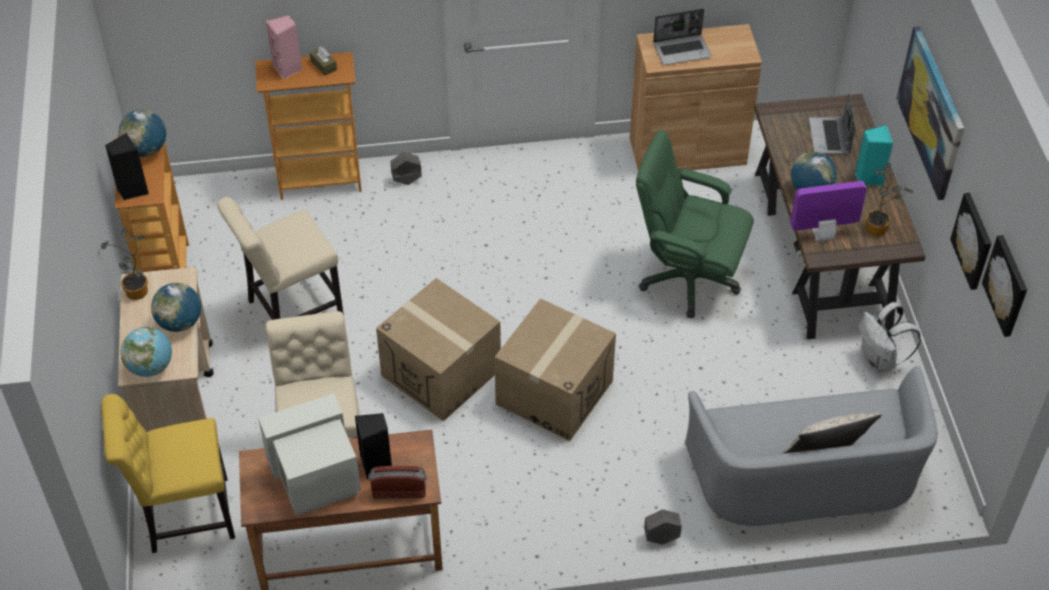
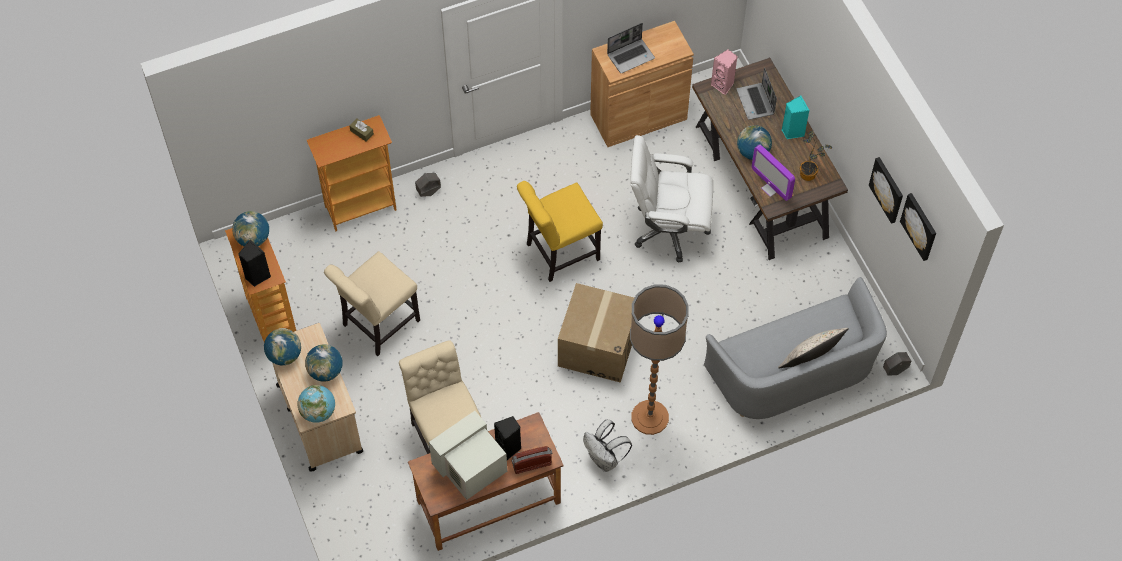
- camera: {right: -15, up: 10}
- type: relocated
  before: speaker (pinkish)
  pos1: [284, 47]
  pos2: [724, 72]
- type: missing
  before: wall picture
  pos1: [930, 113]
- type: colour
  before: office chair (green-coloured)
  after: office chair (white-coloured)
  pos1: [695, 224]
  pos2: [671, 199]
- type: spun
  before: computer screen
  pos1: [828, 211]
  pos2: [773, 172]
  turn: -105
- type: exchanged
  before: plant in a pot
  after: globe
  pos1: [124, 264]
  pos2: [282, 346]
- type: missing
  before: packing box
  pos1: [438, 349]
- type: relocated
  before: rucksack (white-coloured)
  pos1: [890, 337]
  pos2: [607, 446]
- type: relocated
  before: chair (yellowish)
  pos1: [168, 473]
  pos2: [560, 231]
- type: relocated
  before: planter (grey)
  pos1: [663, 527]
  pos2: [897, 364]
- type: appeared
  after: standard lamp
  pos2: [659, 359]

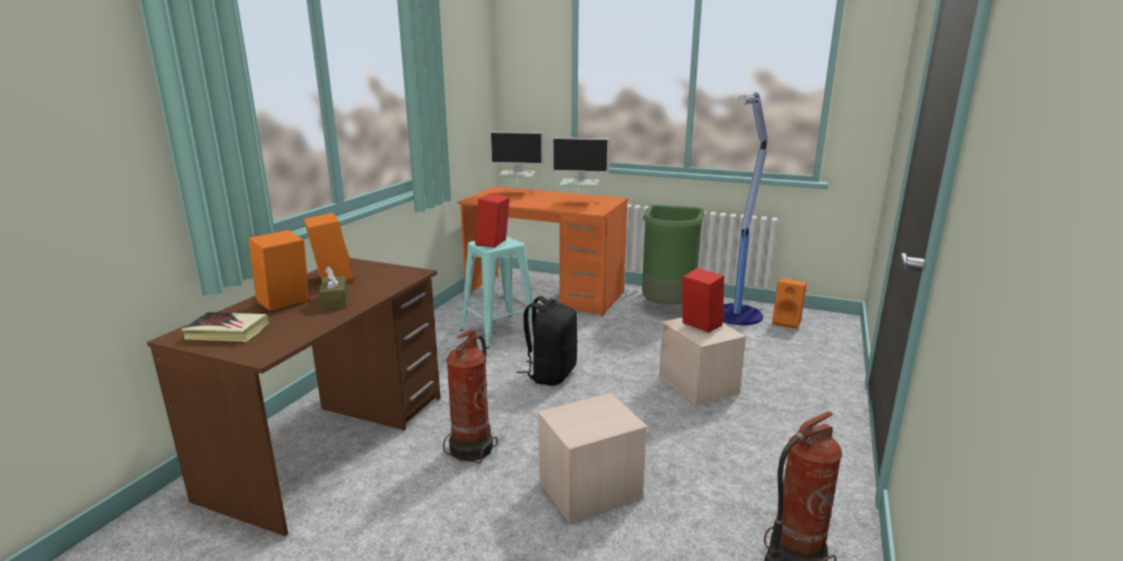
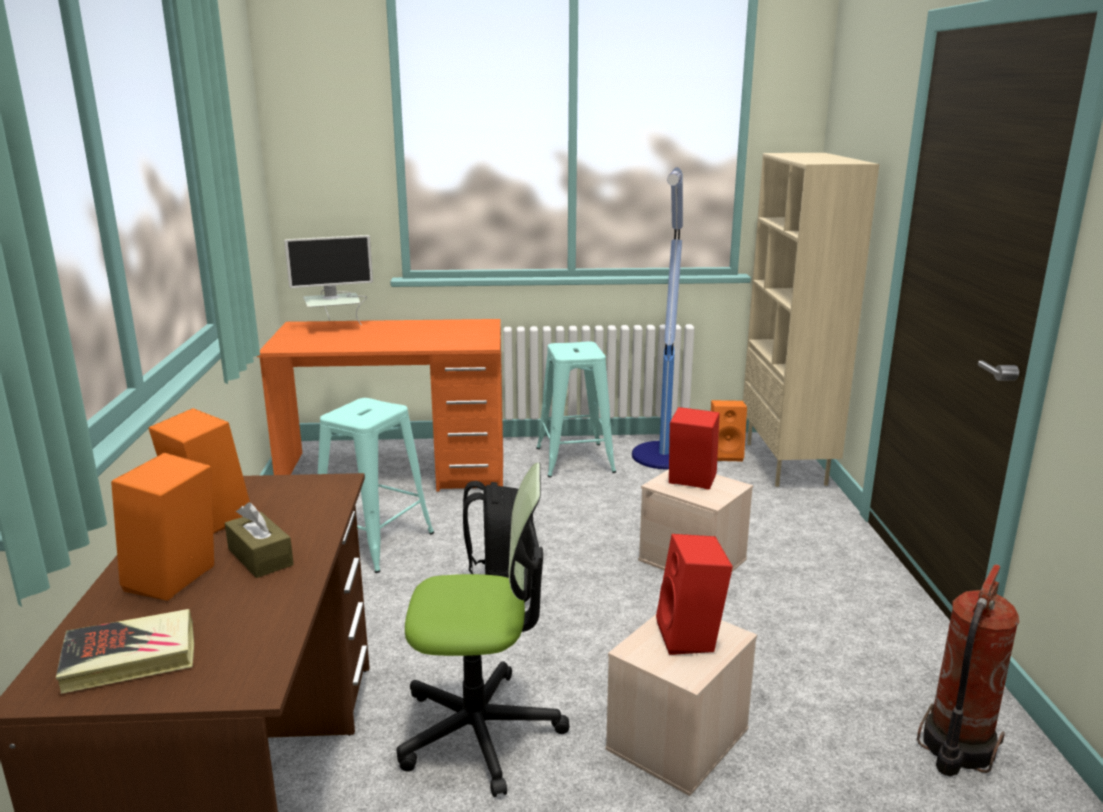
- camera: {right: -25, up: 0}
- type: missing
  before: computer screen
  pos1: [580, 170]
- type: relocated
  before: speaker (red-coloured)
  pos1: [492, 220]
  pos2: [694, 594]
- type: exchanged
  before: rubbish bin (green-coloured)
  after: sitting stool (blue-green)
  pos1: [673, 254]
  pos2: [576, 409]
- type: exchanged
  before: extinguisher
  after: office chair
  pos1: [470, 396]
  pos2: [483, 630]
- type: appeared
  after: bookcase (beige)
  pos2: [811, 320]

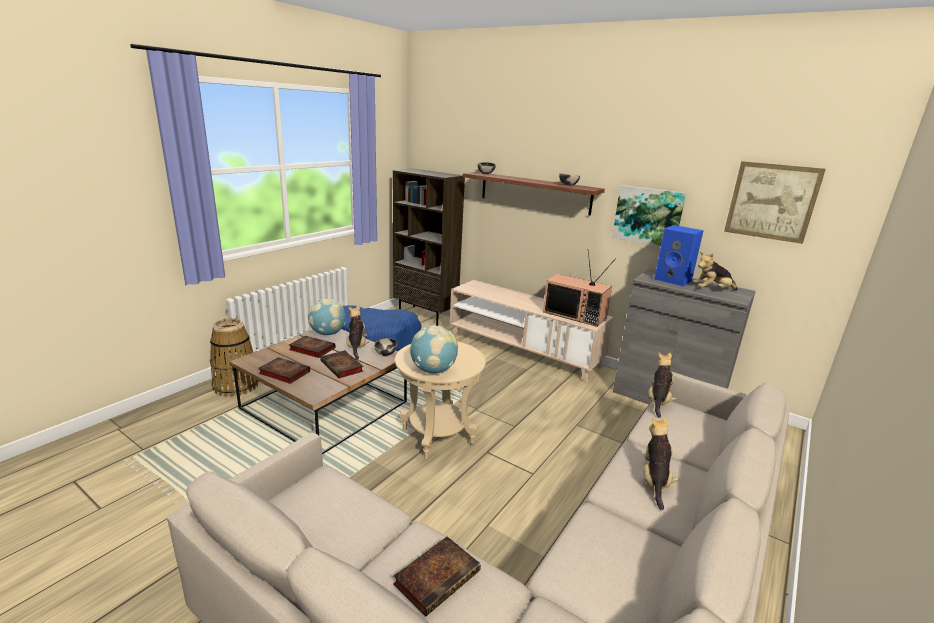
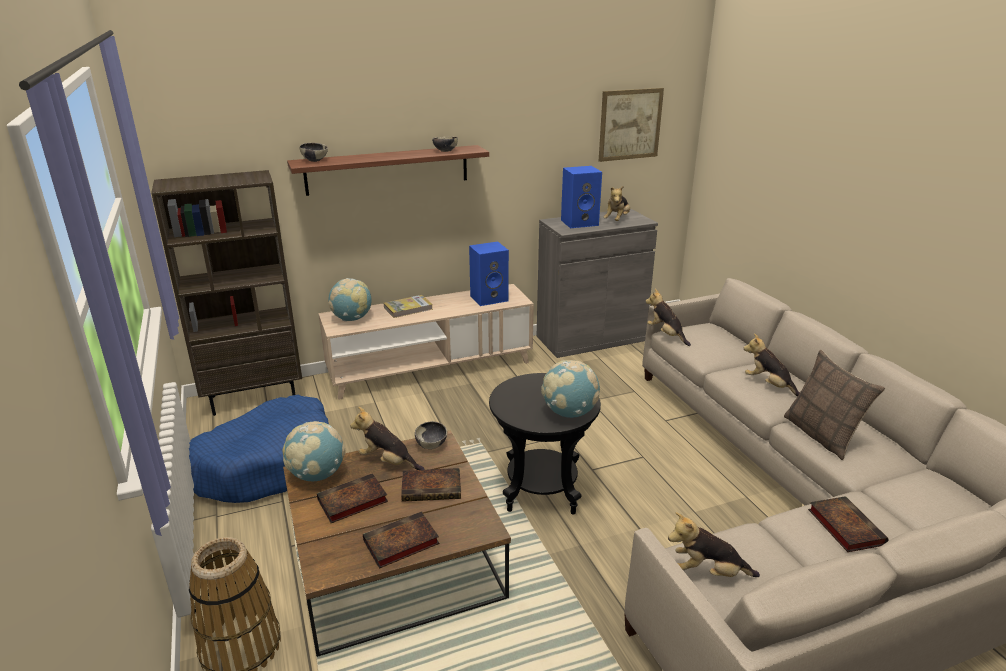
- camera: {right: -55, up: 5}
- type: missing
  before: wall picture
  pos1: [649, 215]
- type: exchanged
  before: television
  after: speaker (bluish)
  pos1: [579, 288]
  pos2: [489, 273]
- type: colour
  before: accent table (beige)
  after: accent table (black-coloured)
  pos1: [440, 400]
  pos2: [545, 444]
- type: appeared
  after: globe
  pos2: [350, 299]
- type: appeared
  after: book
  pos2: [408, 306]
- type: appeared
  after: pillow
  pos2: [834, 405]
- type: appeared
  after: soft toy
  pos2: [714, 544]

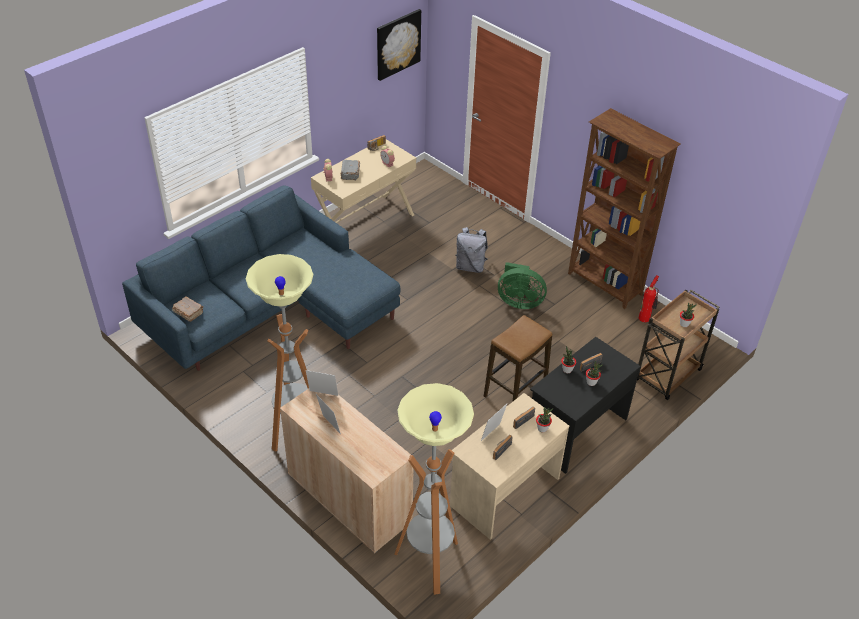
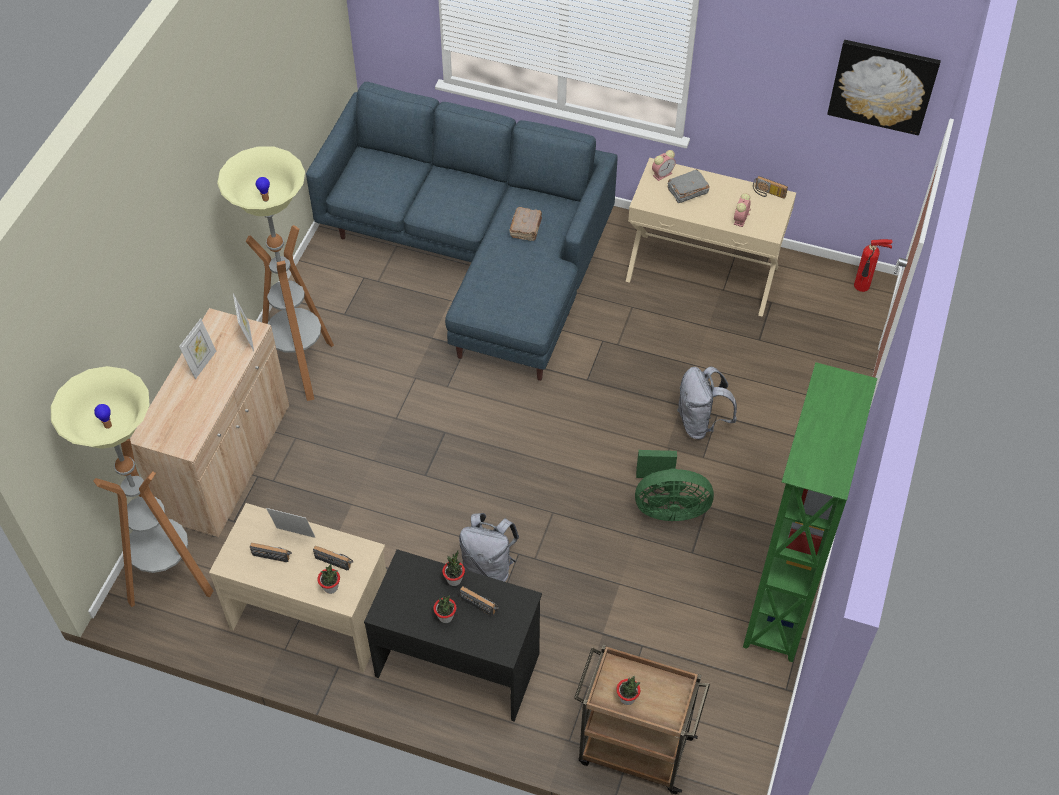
- camera: {right: 65, up: 10}
- type: colour
  before: bookcase (brownish)
  after: bookcase (green-coloured)
  pos1: [624, 208]
  pos2: [810, 512]
- type: spun
  before: fan (green-coloured)
  pos1: [522, 285]
  pos2: [674, 485]
  turn: -75
- type: relocated
  before: extinguisher
  pos1: [649, 298]
  pos2: [873, 265]
- type: relocated
  before: book (brownish)
  pos1: [188, 309]
  pos2: [526, 224]
- type: exchanged
  before: sitting stool
  after: rucksack (grey)
  pos1: [518, 358]
  pos2: [489, 547]

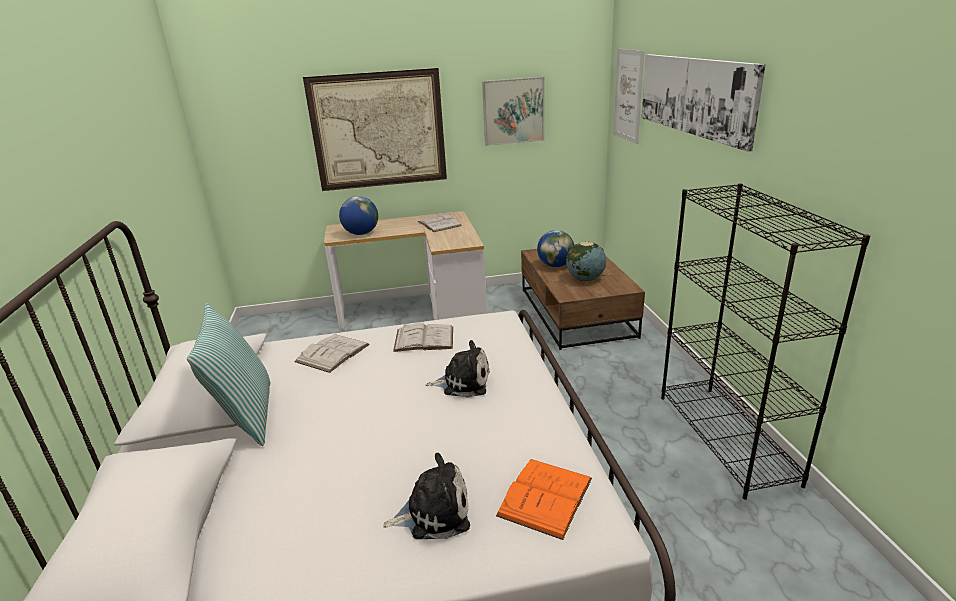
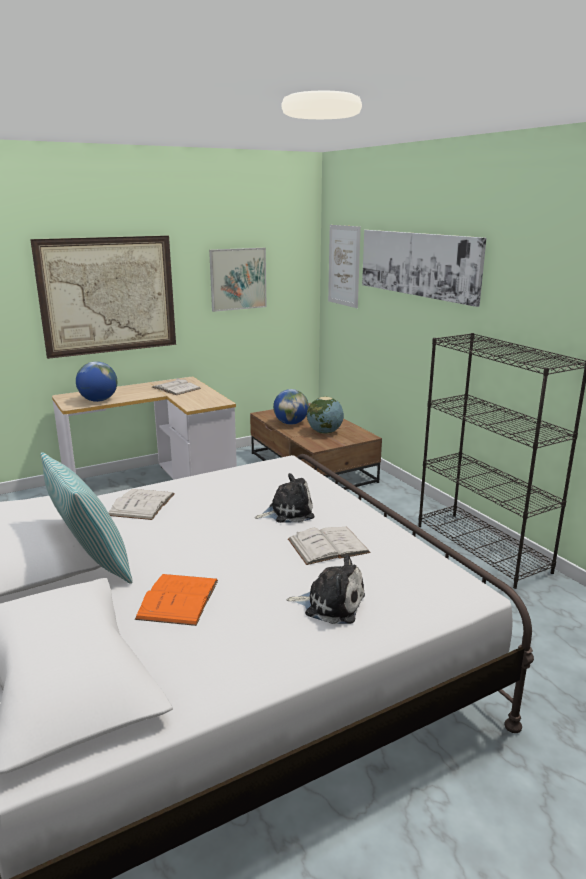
- camera: {right: -20, up: -5}
- type: relocated
  before: book (white-coloured)
  pos1: [423, 337]
  pos2: [329, 546]
- type: spun
  before: soft toy
  pos1: [426, 496]
  pos2: [325, 589]
  turn: 45
- type: relocated
  before: book (orange-coloured)
  pos1: [544, 499]
  pos2: [176, 600]

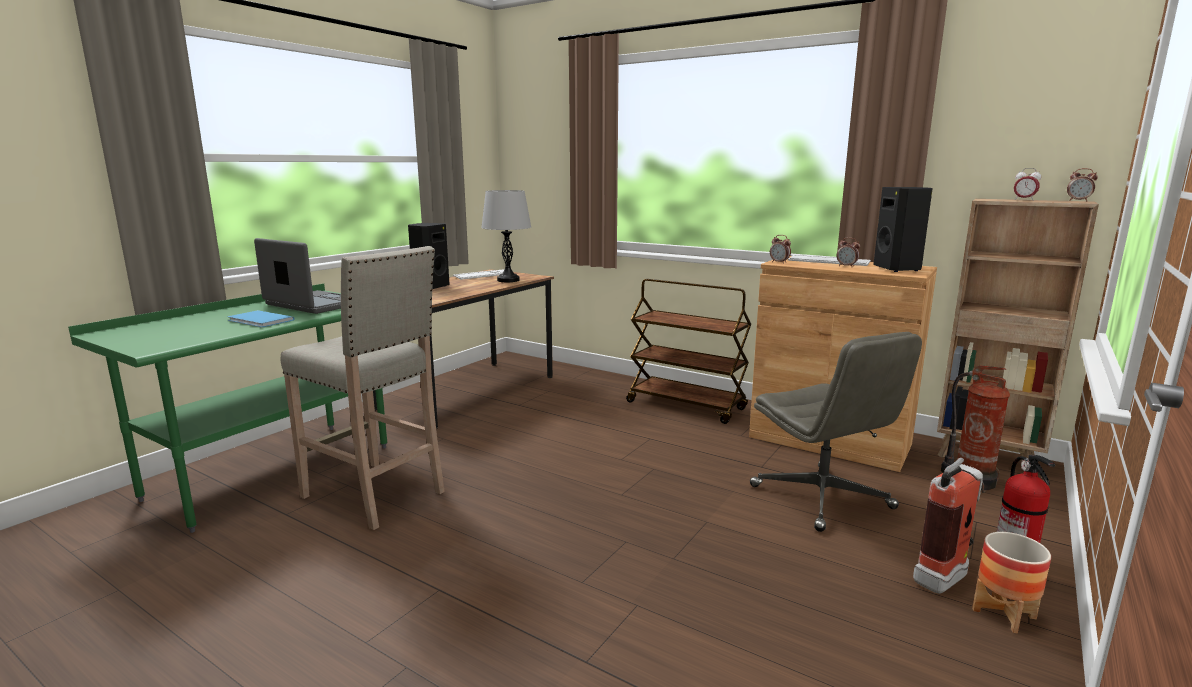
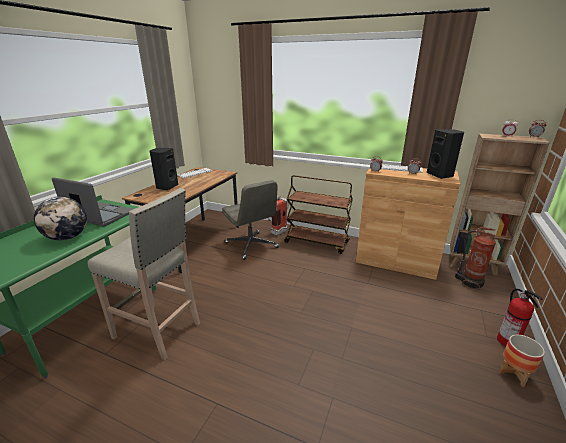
- camera: {right: -10, up: 10}
- type: missing
  before: tabletop lamp (grey)
  pos1: [506, 236]
- type: exchanged
  before: book (bluish)
  after: globe
  pos1: [261, 319]
  pos2: [60, 219]
- type: relocated
  before: office chair (grey)
  pos1: [836, 432]
  pos2: [250, 220]
- type: relocated
  before: extinguisher
  pos1: [948, 526]
  pos2: [281, 216]

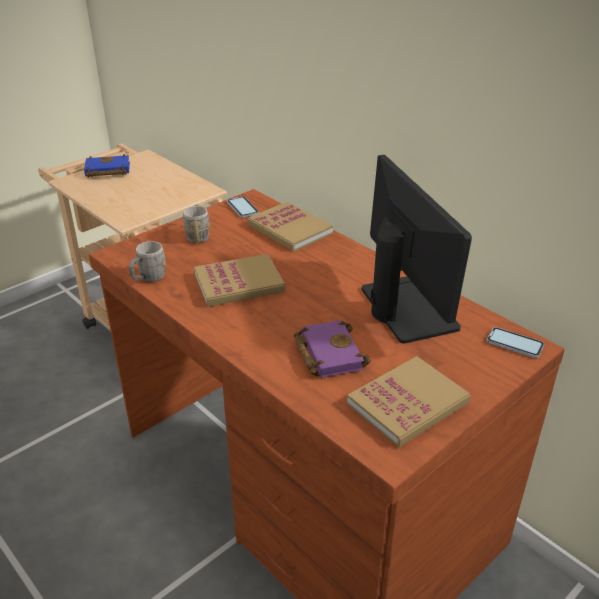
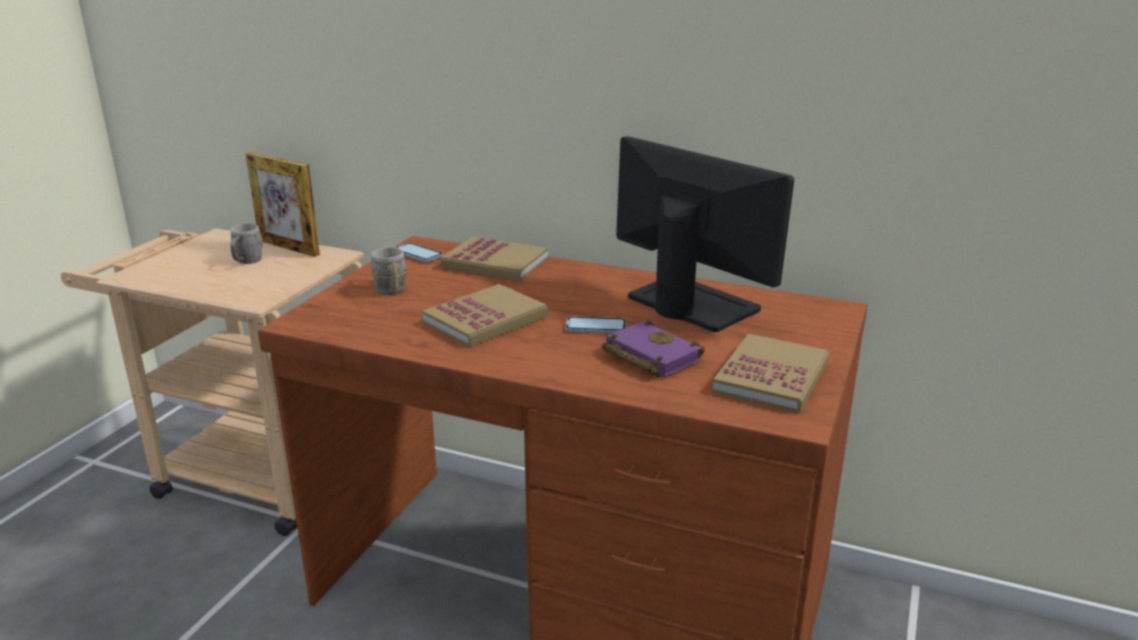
- camera: {right: -25, up: -10}
- type: missing
  before: book (bluish)
  pos1: [107, 166]
- type: relocated
  before: mug (grey)
  pos1: [147, 261]
  pos2: [246, 244]
- type: relocated
  before: handset
  pos1: [515, 342]
  pos2: [596, 324]
- type: appeared
  after: picture frame
  pos2: [283, 204]

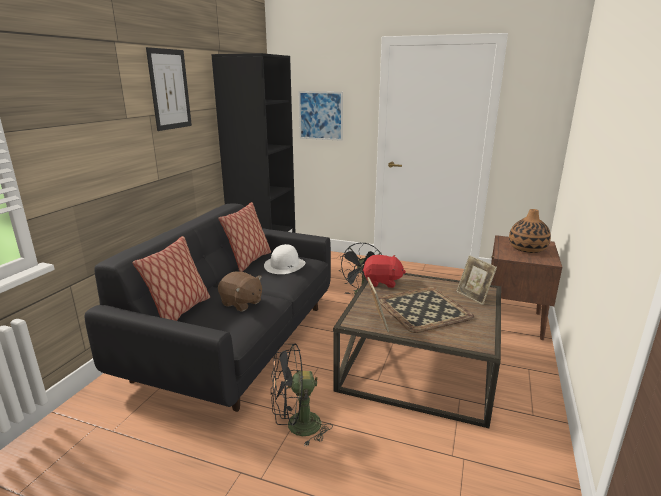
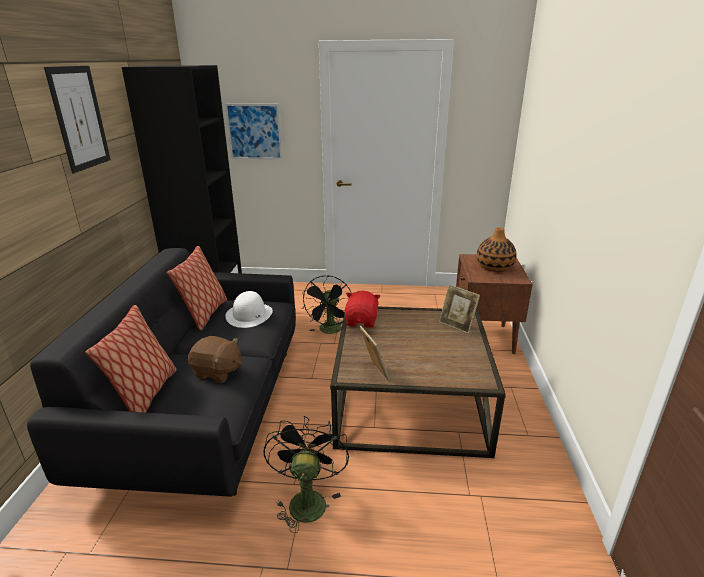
- camera: {right: -15, up: 5}
- type: spun
  before: soft toy (red-coloured)
  pos1: [384, 271]
  pos2: [362, 309]
  turn: -75
- type: missing
  before: serving tray
  pos1: [426, 310]
- type: spun
  before: fan (black-coloured)
  pos1: [302, 395]
  pos2: [306, 474]
  turn: 120

